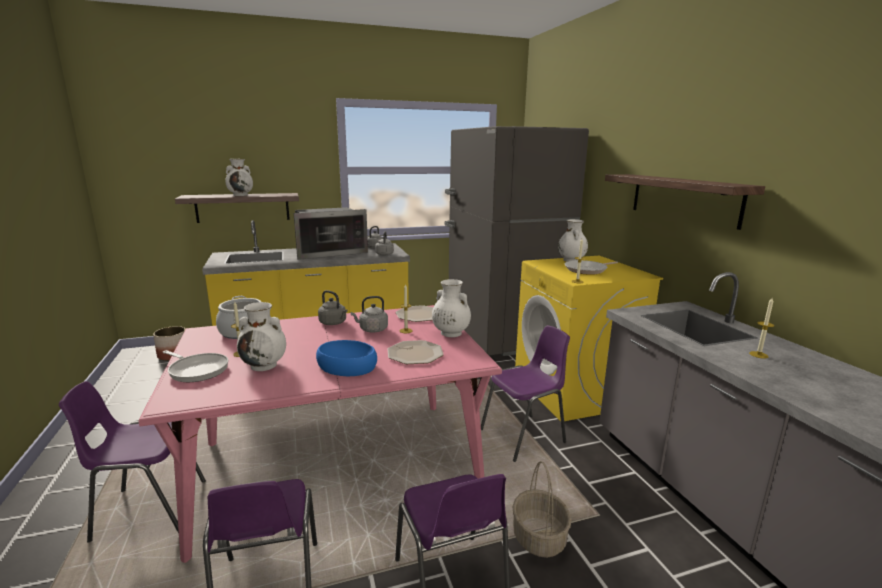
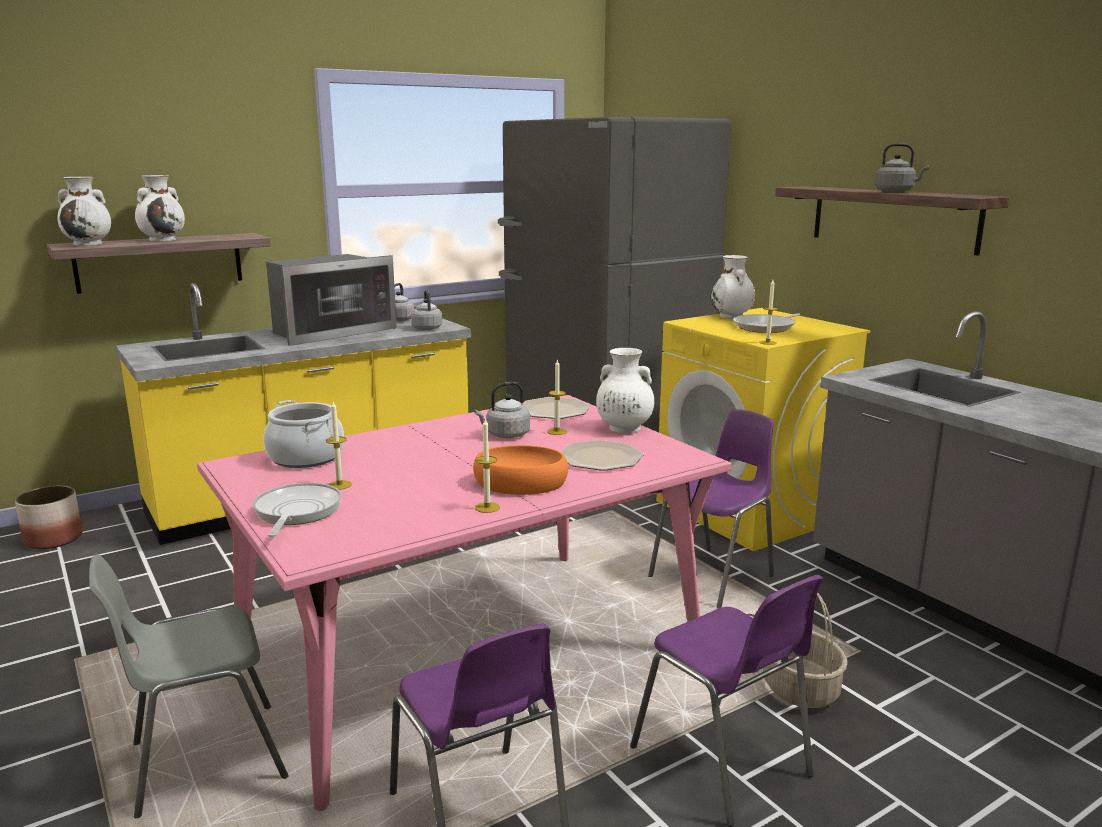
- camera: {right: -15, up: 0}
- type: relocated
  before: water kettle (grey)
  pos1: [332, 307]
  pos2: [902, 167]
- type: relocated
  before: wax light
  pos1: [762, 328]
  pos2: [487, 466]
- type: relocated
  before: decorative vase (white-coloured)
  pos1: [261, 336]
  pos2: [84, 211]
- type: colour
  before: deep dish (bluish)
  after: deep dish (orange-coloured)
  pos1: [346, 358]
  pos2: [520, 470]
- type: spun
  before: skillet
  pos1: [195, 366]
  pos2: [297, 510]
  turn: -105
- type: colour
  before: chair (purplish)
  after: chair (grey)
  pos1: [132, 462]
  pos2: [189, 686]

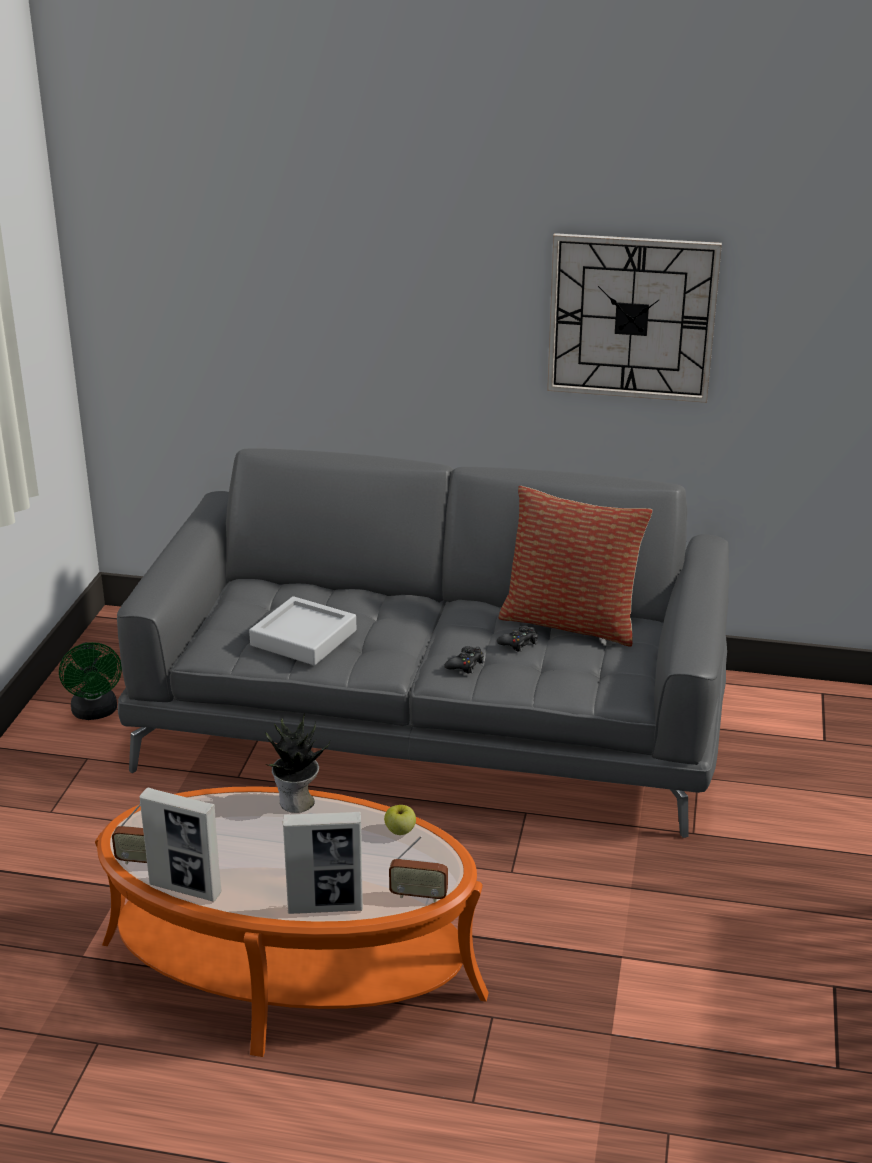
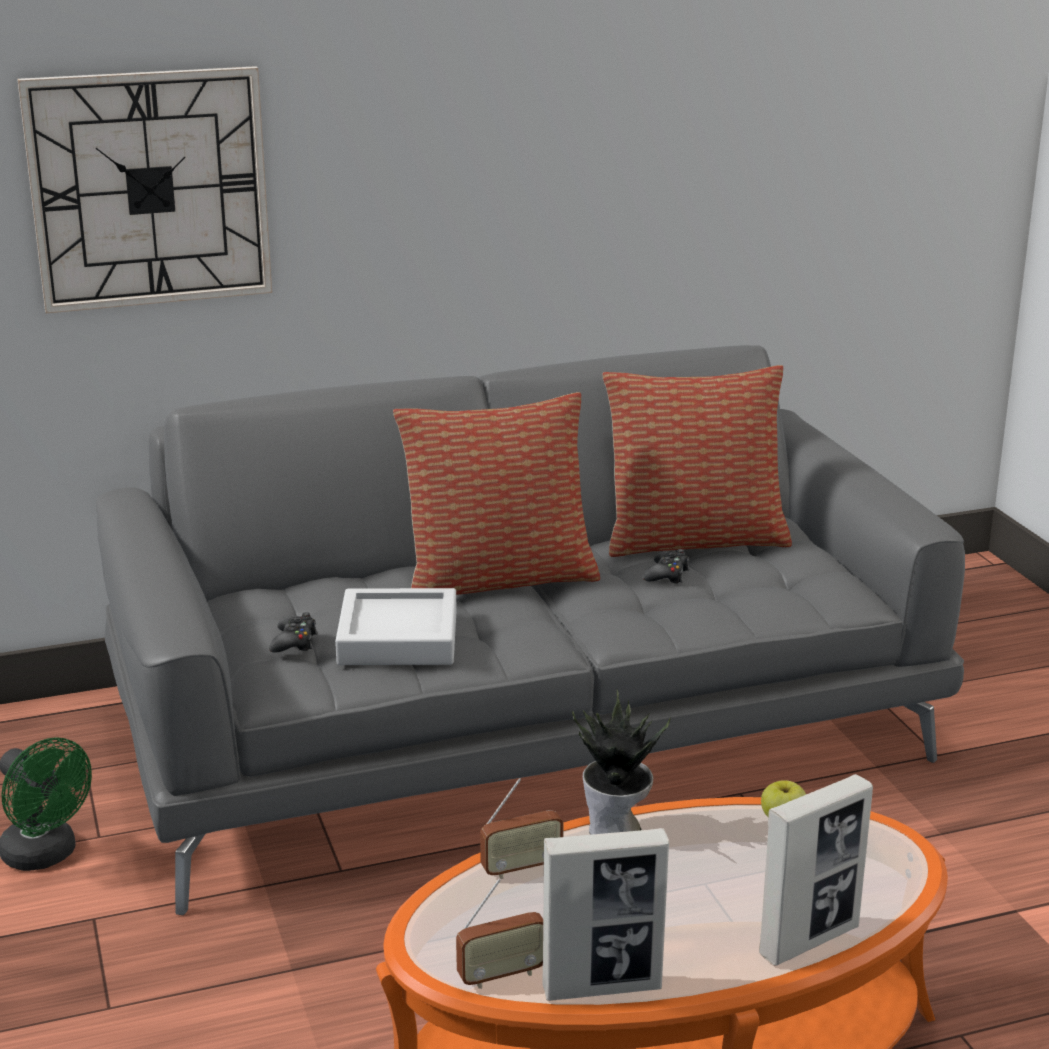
- camera: {right: -30, up: -5}
- type: relocated
  before: wall clock
  pos1: [634, 318]
  pos2: [144, 189]
- type: relocated
  before: game controller (black-coloured)
  pos1: [464, 660]
  pos2: [293, 632]
- type: relocated
  before: radio receiver
  pos1: [418, 869]
  pos2: [522, 828]
- type: appeared
  after: pillow
  pos2: [496, 493]

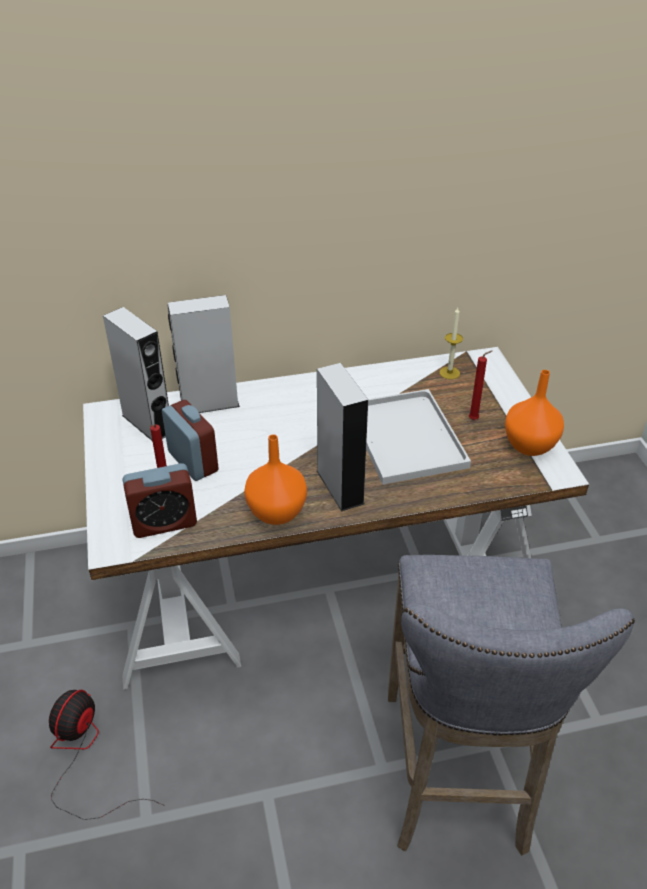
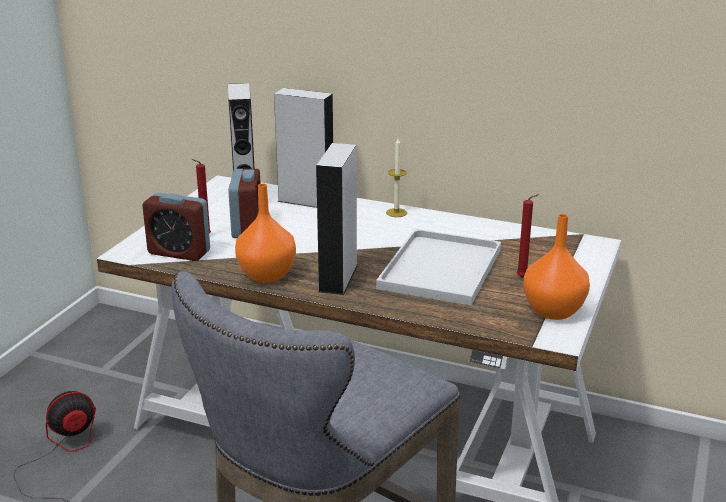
- camera: {right: 35, up: -15}
- type: relocated
  before: wax light
  pos1: [451, 343]
  pos2: [396, 177]

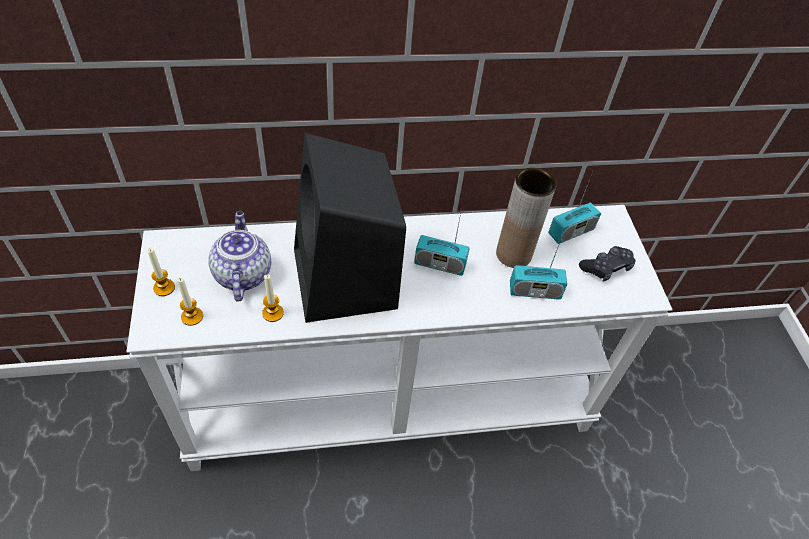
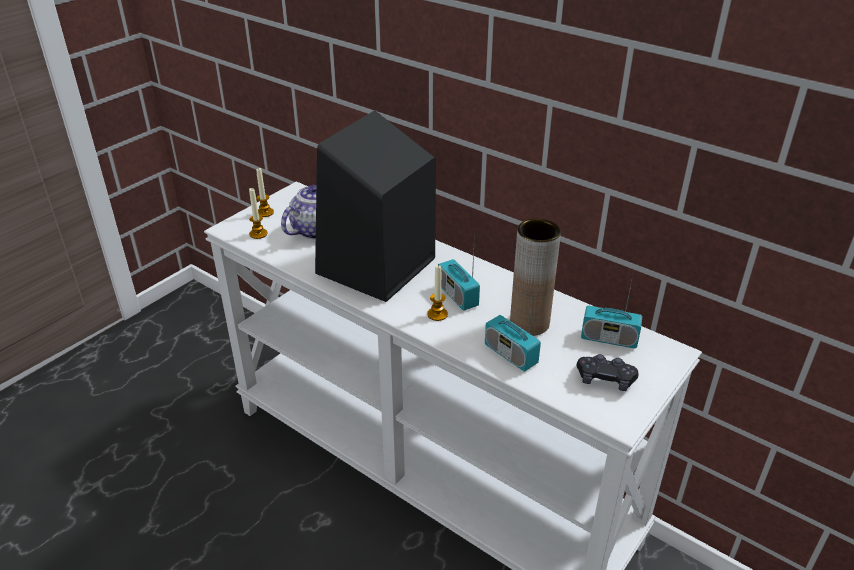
- camera: {right: 50, up: -15}
- type: relocated
  before: wax light
  pos1: [273, 298]
  pos2: [437, 293]

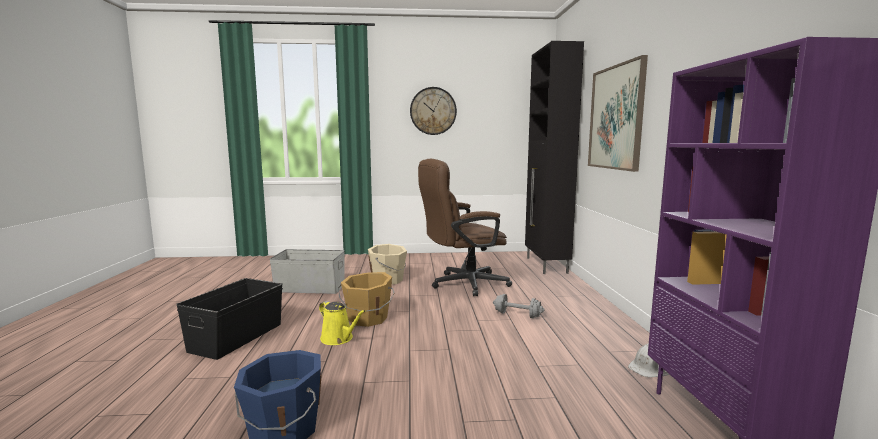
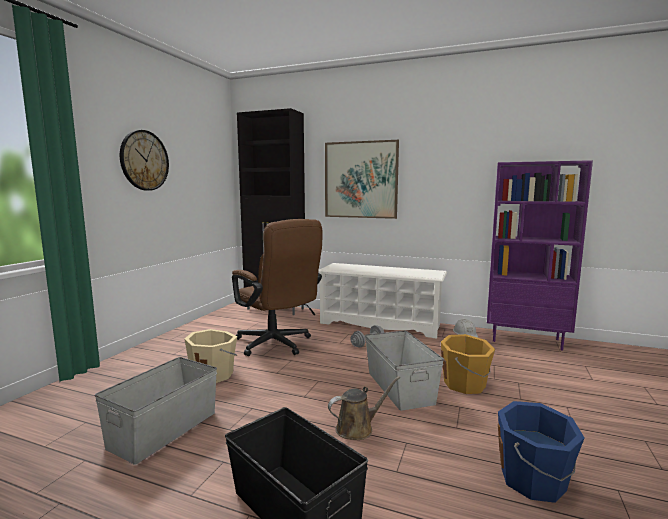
- camera: {right: -65, up: 0}
- type: spun
  before: office chair (brownish)
  pos1: [465, 227]
  pos2: [277, 287]
  turn: -45
- type: relocated
  before: water bucket (orange-coloured)
  pos1: [366, 299]
  pos2: [468, 364]
- type: colour
  before: watering pot (yellowish)
  after: watering pot (brownish)
  pos1: [342, 323]
  pos2: [364, 408]
- type: appeared
  after: shoe shelf (white-coloured)
  pos2: [382, 301]
- type: appeared
  after: storage container (grey)
  pos2: [404, 370]

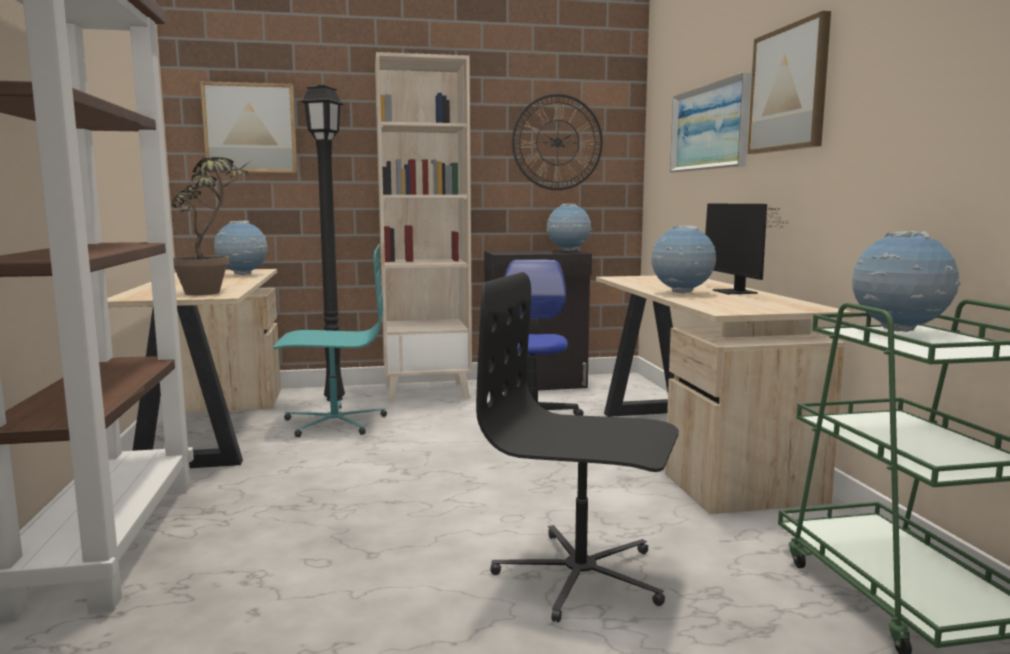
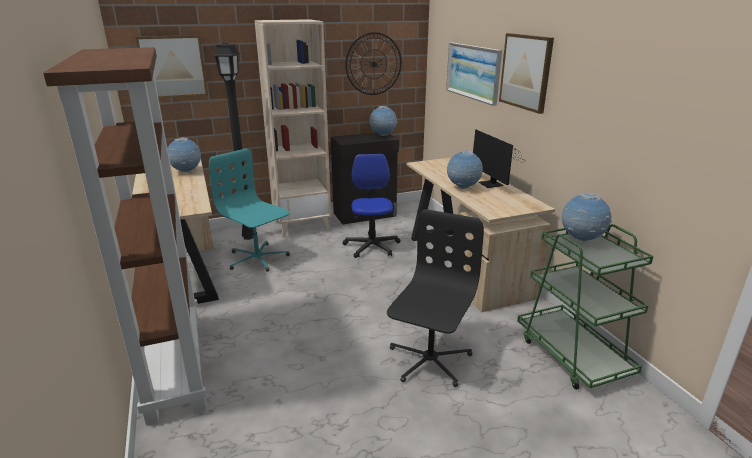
- camera: {right: -10, up: 15}
- type: missing
  before: plant in a pot
  pos1: [210, 226]
- type: spun
  before: office chair (blue-green)
  pos1: [330, 340]
  pos2: [249, 210]
  turn: -120
- type: spun
  before: office chair (black-coloured)
  pos1: [577, 447]
  pos2: [435, 298]
  turn: 105

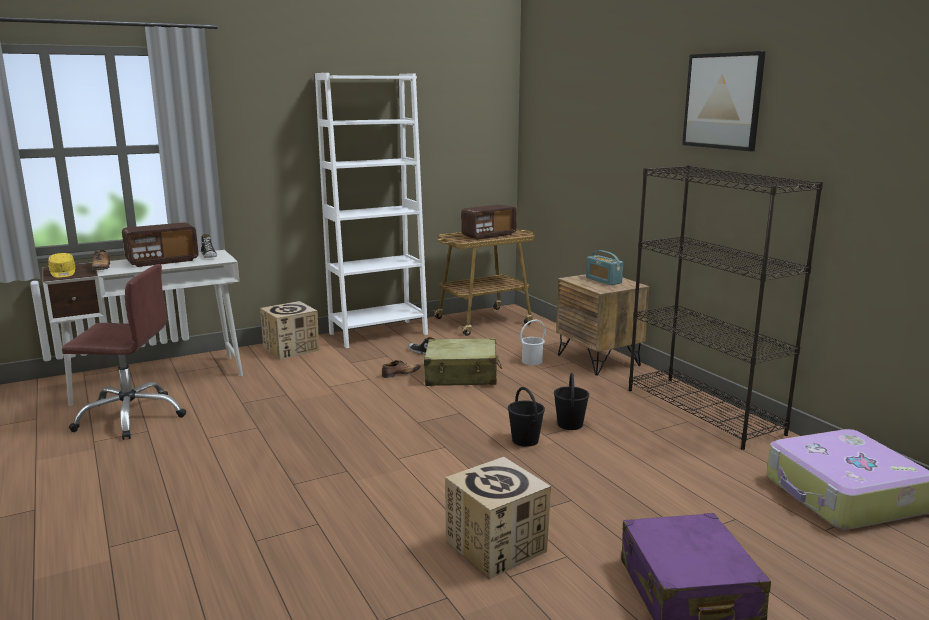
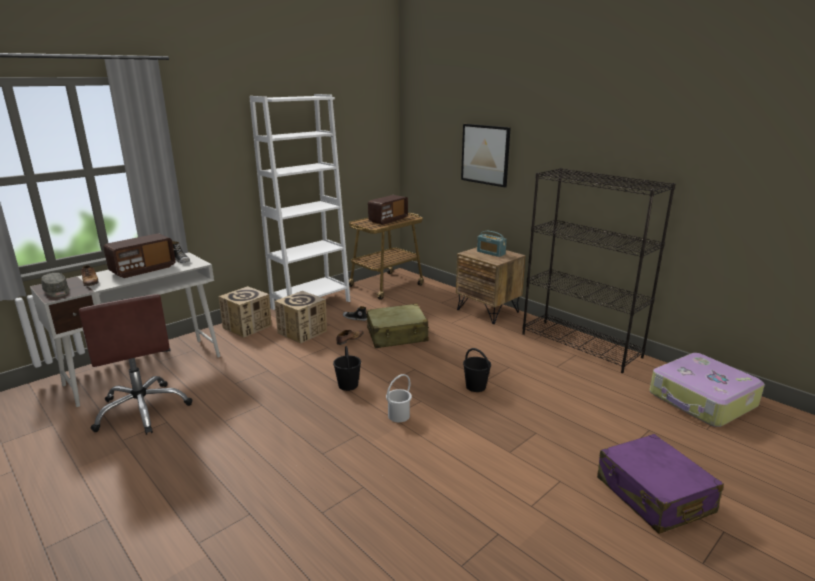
- camera: {right: -15, up: 5}
- type: relocated
  before: wall picture
  pos1: [724, 101]
  pos2: [486, 155]
- type: colour
  before: baseball cap (yellowish)
  after: baseball cap (grey)
  pos1: [61, 265]
  pos2: [55, 285]
- type: spun
  before: office chair (brownish)
  pos1: [124, 352]
  pos2: [135, 364]
  turn: 75
- type: relocated
  before: water bucket (white-coloured)
  pos1: [533, 342]
  pos2: [399, 398]
- type: relocated
  before: water bucket (black-coloured)
  pos1: [571, 401]
  pos2: [347, 368]
- type: relocated
  before: packing box
  pos1: [498, 518]
  pos2: [300, 317]

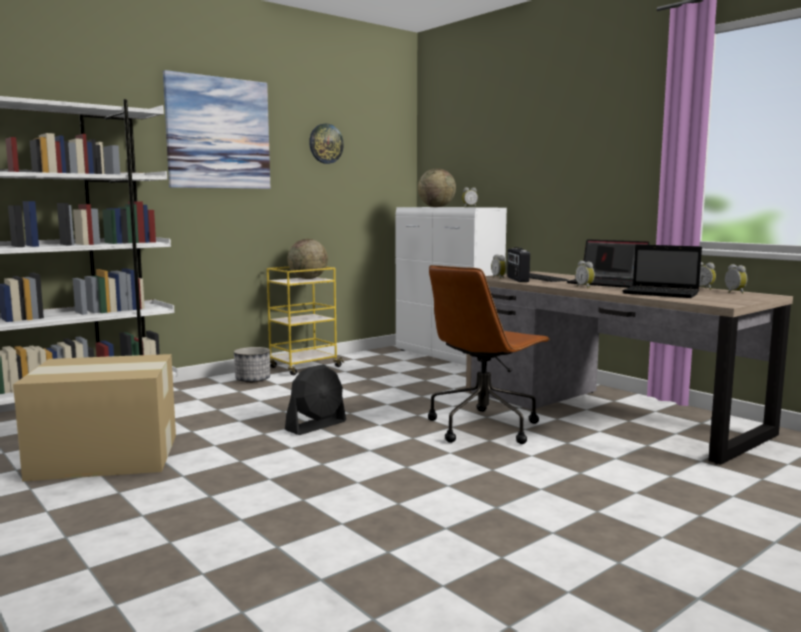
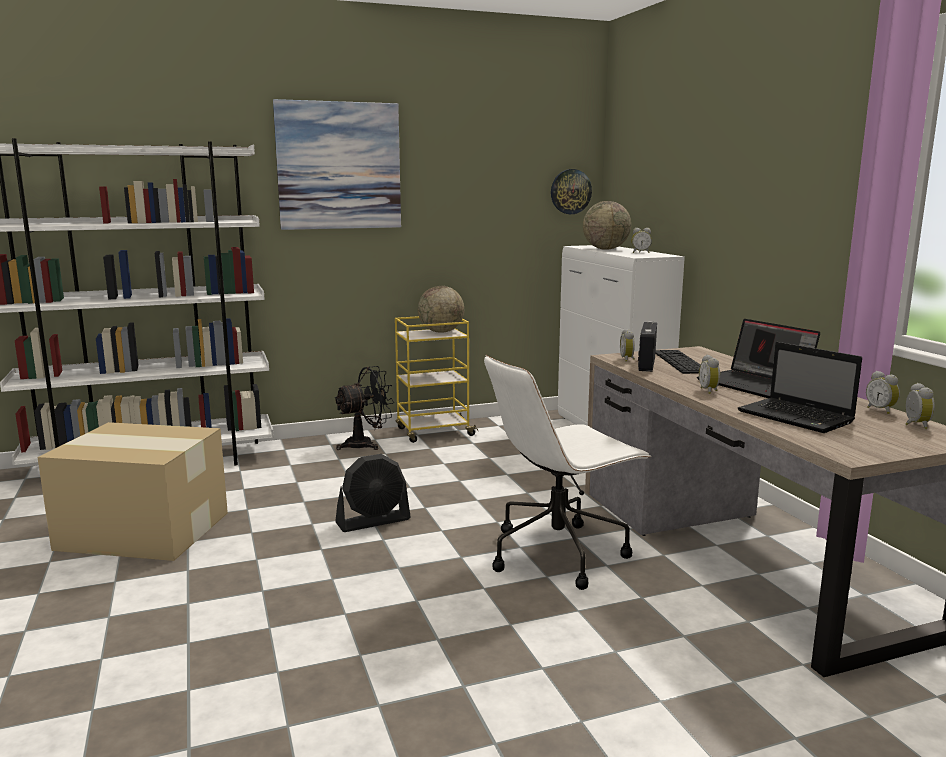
- camera: {right: 20, up: 5}
- type: relocated
  before: wall clock
  pos1: [326, 144]
  pos2: [571, 191]
- type: colour
  before: office chair (brownish)
  after: office chair (white-coloured)
  pos1: [489, 354]
  pos2: [567, 472]
- type: exchanged
  before: planter
  after: fan (black-coloured)
  pos1: [252, 365]
  pos2: [364, 408]

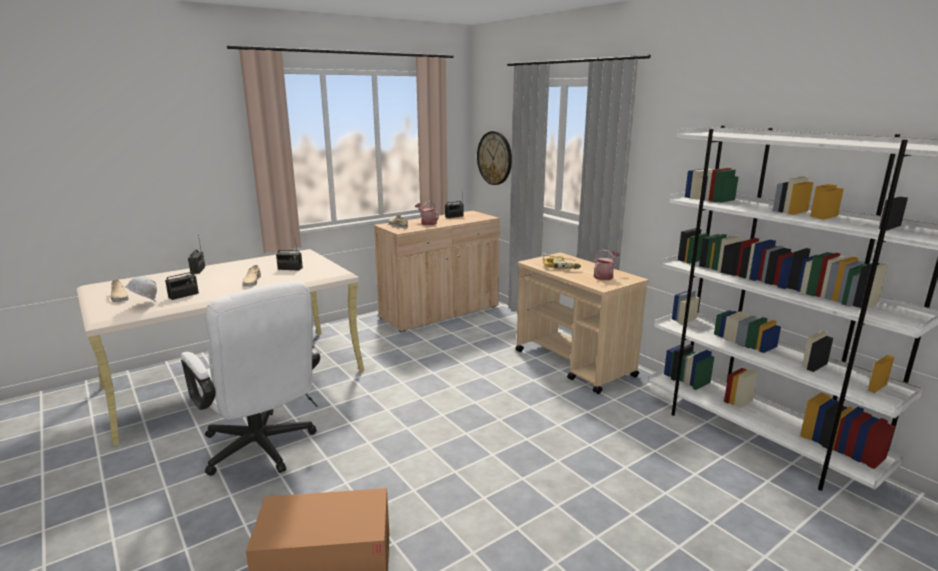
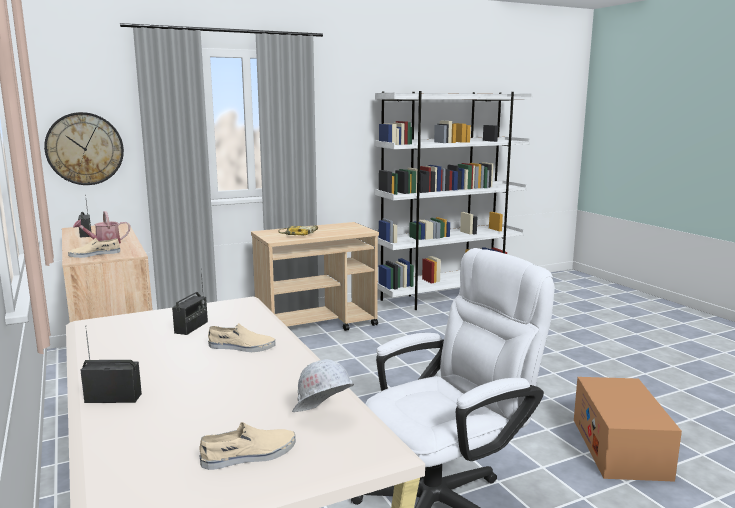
- camera: {right: -80, up: -5}
- type: missing
  before: watering pot
  pos1: [607, 265]
- type: missing
  before: radio receiver
  pos1: [182, 278]

